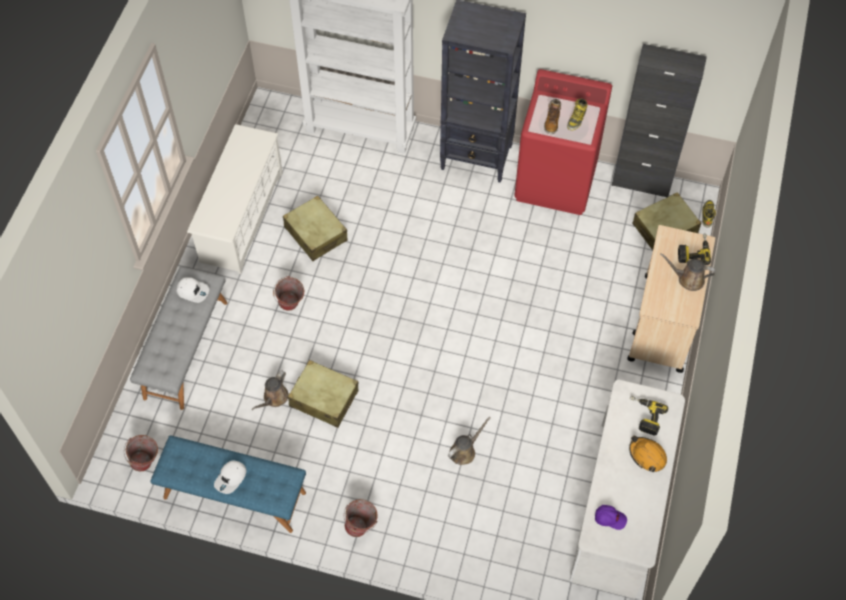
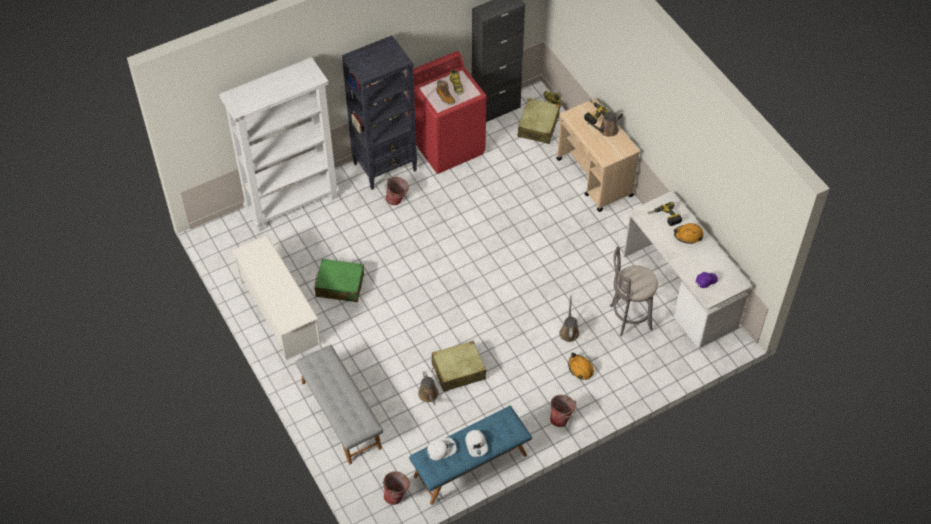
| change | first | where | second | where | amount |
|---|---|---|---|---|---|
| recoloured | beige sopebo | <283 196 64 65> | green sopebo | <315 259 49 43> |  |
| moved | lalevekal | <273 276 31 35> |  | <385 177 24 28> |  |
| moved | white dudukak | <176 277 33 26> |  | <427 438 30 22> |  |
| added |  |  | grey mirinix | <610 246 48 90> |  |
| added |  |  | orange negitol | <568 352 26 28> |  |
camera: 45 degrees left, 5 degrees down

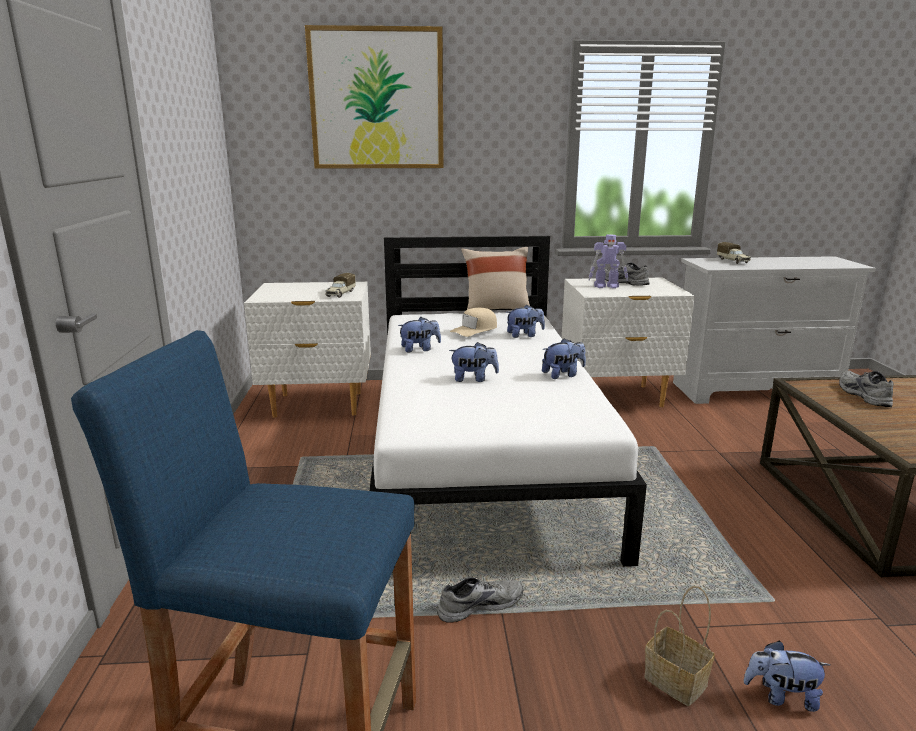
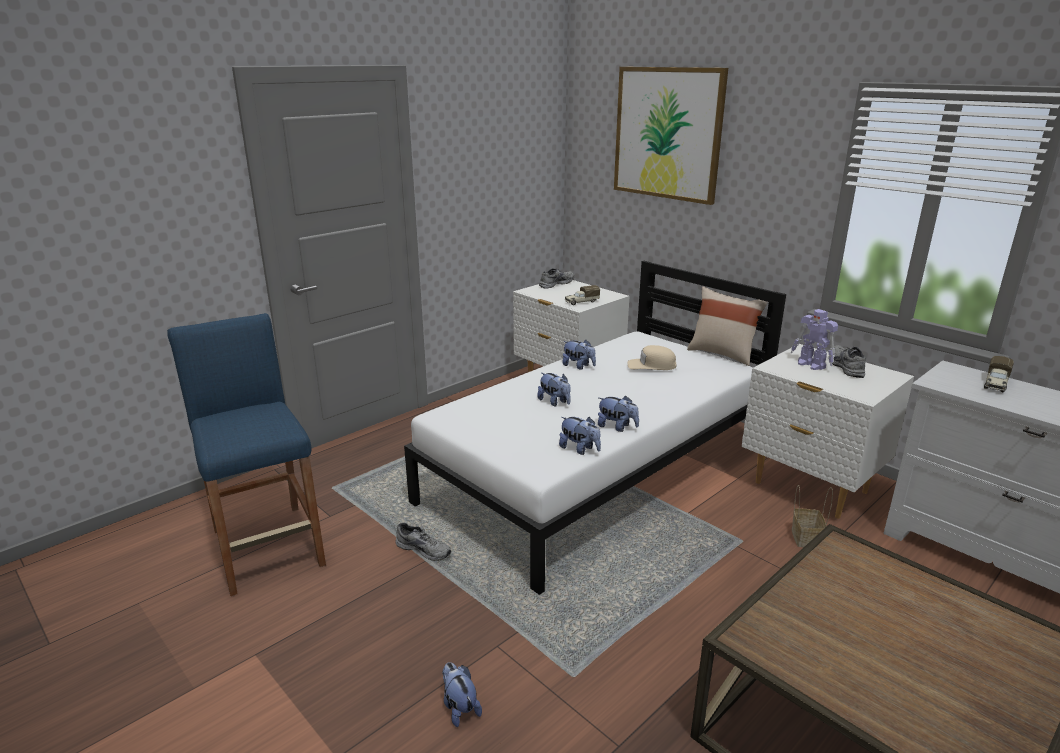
| change | first | where | second | where | amount |
|---|---|---|---|---|---|
| moved | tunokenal | <506 305 39 33> |  | <559 417 42 38> |  |
| moved | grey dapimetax | <839 370 55 37> |  | <539 268 35 21> |  |
| moved | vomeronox | <644 586 71 120> |  | <792 485 41 62> |  |
camera: 50 degrees right, 5 degrees up

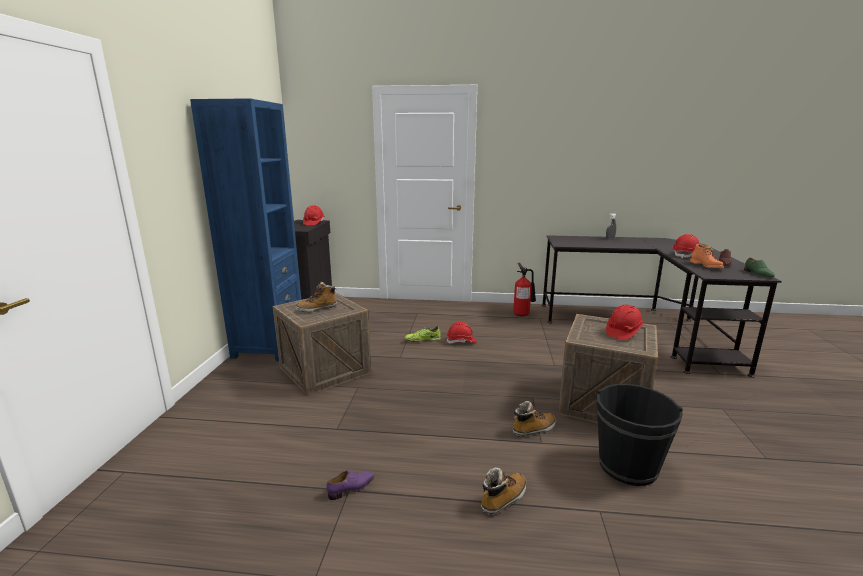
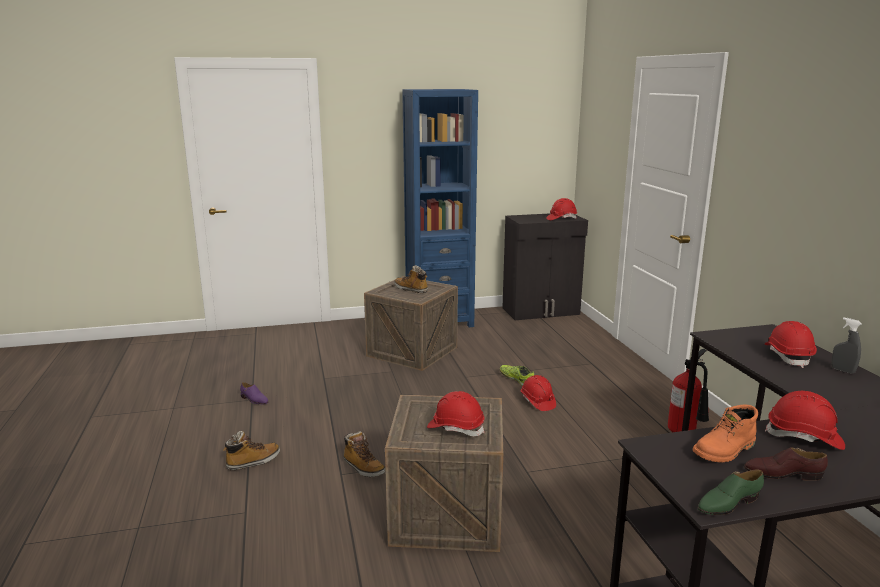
| change | first | where | second | where | amount |
|---|---|---|---|---|---|
| removed | black lalevekal | <597 384 86 102> |  |  |  |
| turned | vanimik | <481 467 45 48> |  | <223 431 57 39> | 60 degrees counterclockwise |
| added |  |  | red negitol | <765 321 52 47> |  |
camera: 70 degrees right, 0 degrees up

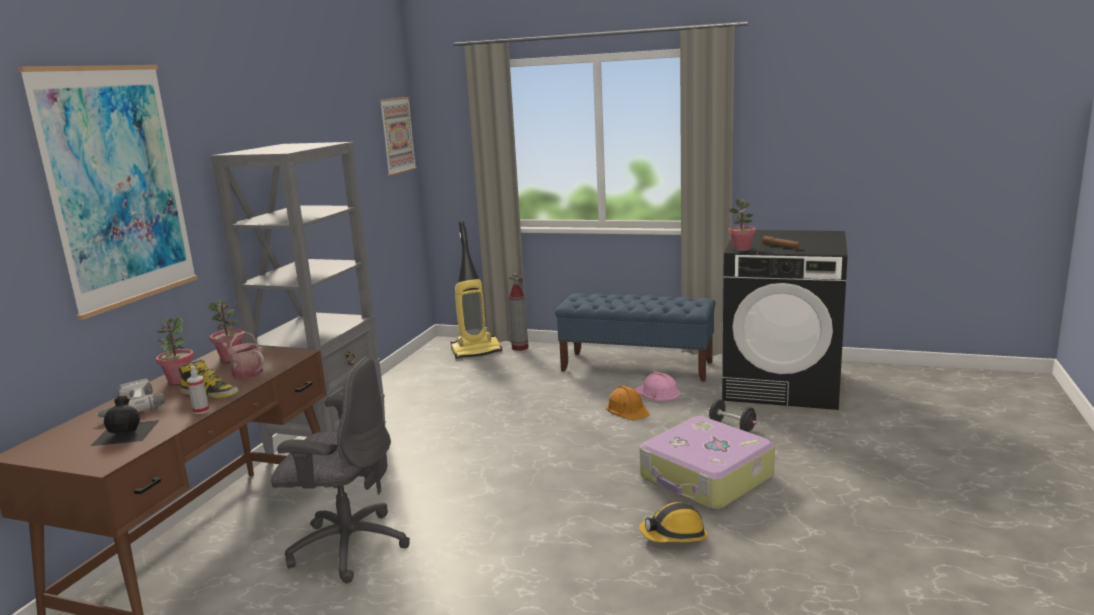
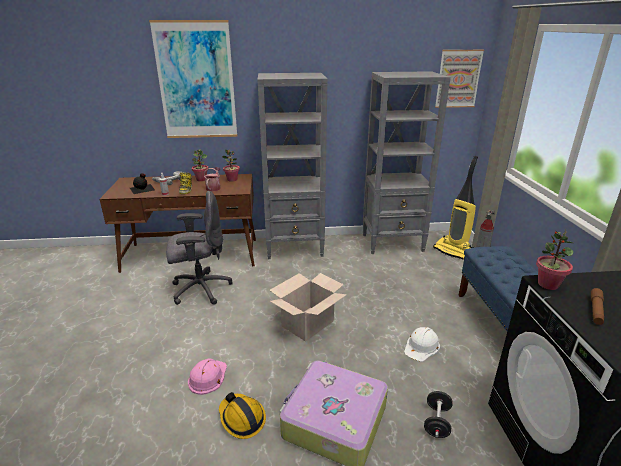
| change | first | where | second | where | amount |
|---|---|---|---|---|---|
| turned | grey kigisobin | <271 357 139 226> |  | <166 191 67 114> | 90 degrees counterclockwise |
| moved | pink negitol | <634 372 46 29> |  | <188 358 39 37> |  |
| recoloured | orange negitol | <606 386 44 34> | white negitol | <404 327 36 35> |  |
| added |  |  | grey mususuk | <363 71 88 183> |  |
| added |  |  | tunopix | <270 273 77 69> |  |
camera: 65 degrees right, 10 degrees up

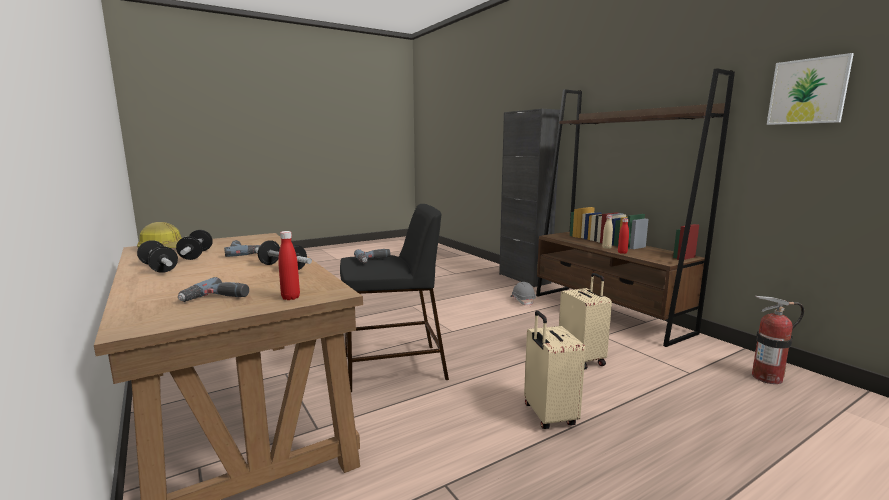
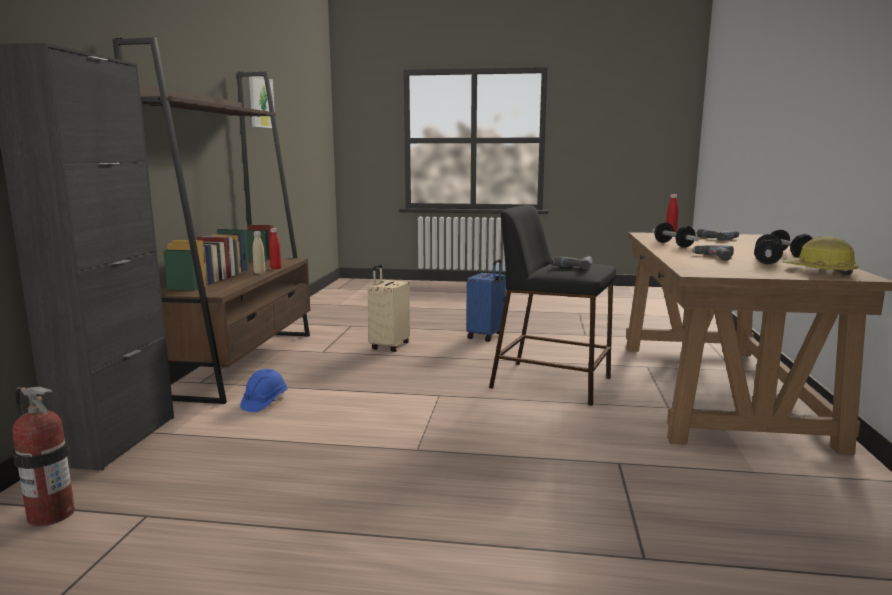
| change | first | where | second | where | amount |
|---|---|---|---|---|---|
| recoloured | grey negitol | <510 282 26 24> | blue negitol | <240 369 47 43> |  |
| moved | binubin | <752 296 52 88> |  | <12 387 63 140> |  |
| recoloured | beige sopebo | <524 311 62 118> | blue sopebo | <467 259 39 83> |  |
camera: 140 degrees left, 0 degrees up

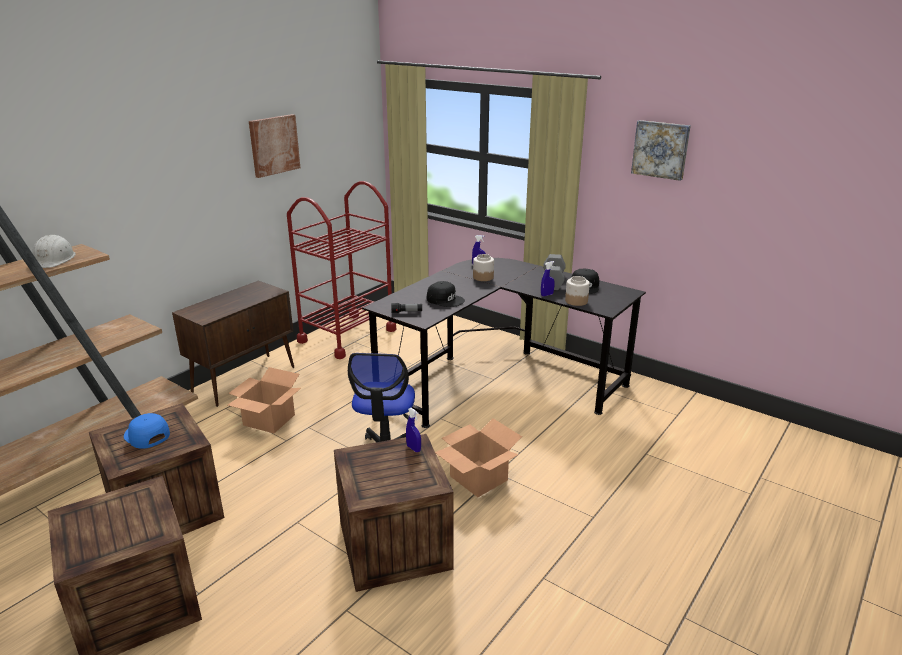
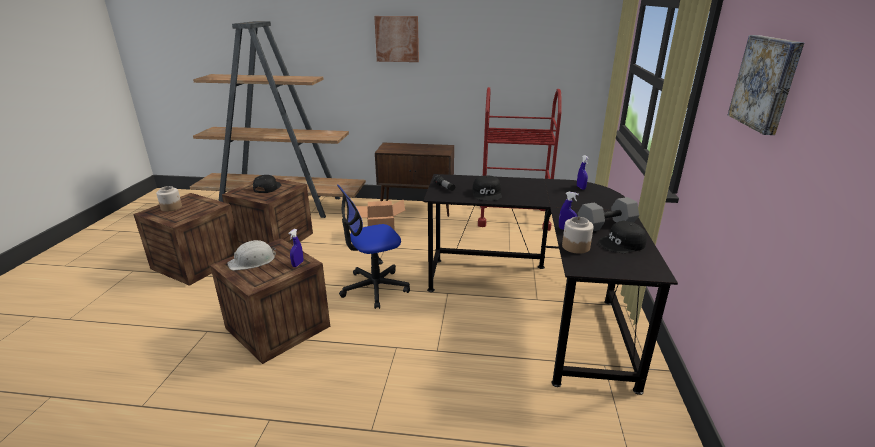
| change | first | where | second | where | amount |
|---|---|---|---|---|---|
| moved | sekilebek | <249 114 51 64> |  | <374 16 45 46> |  |
| moved | white negitol | <32 235 44 33> |  | <227 240 49 31> |  |
| moved | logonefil | <473 254 21 27> |  | <156 186 26 26> |  |
| recoloured | blue dudukak | <124 413 46 35> | black dudukak | <253 175 28 18> |  |
| removed | tunopix | <435 418 87 79> |  |  |  |
camera: 60 degrees right, 0 degrees up

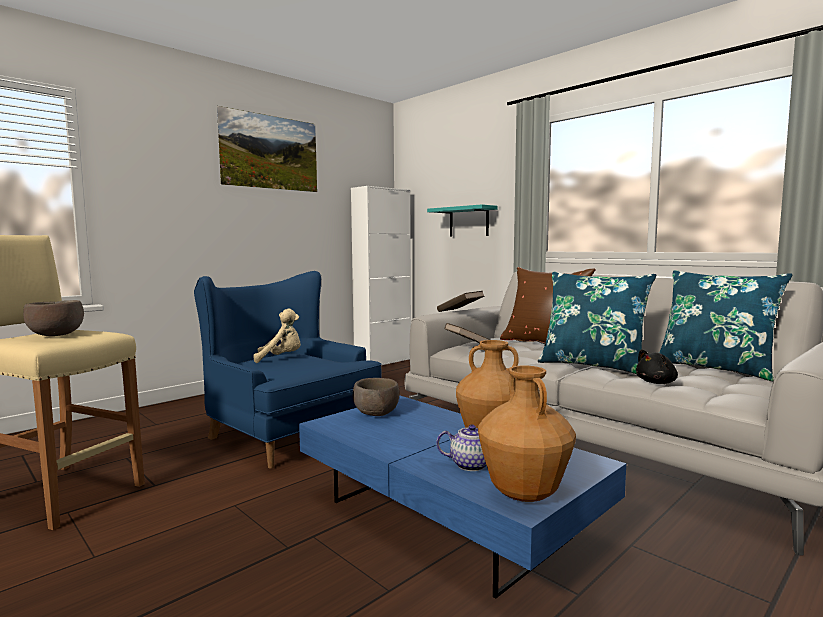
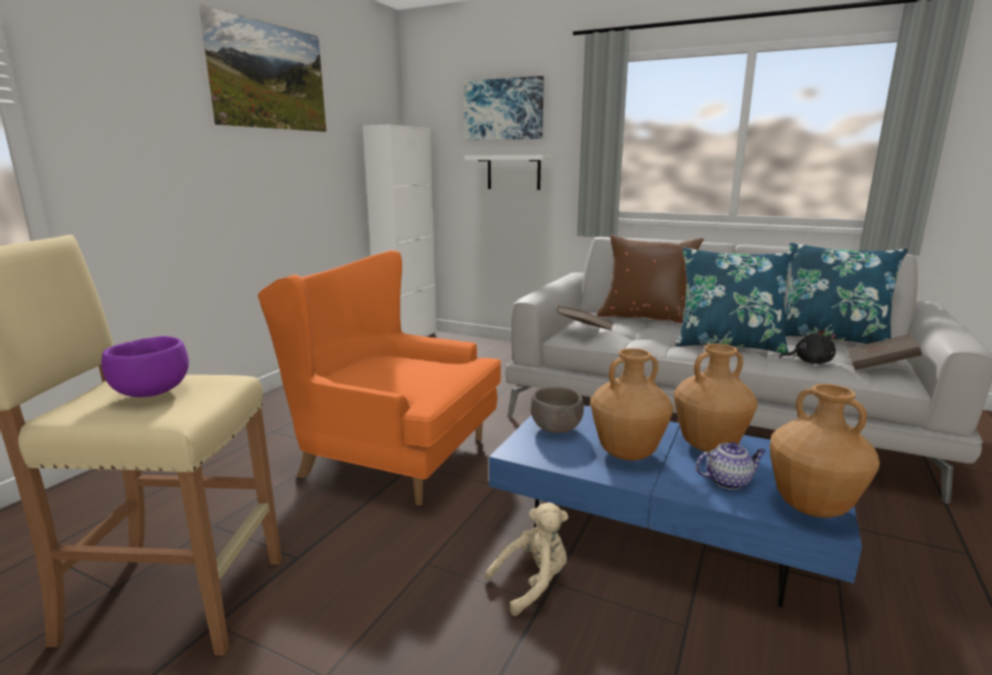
| change | first | where | second | where | amount |
|---|---|---|---|---|---|
| recoloured | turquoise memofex | <427 204 71 33> | white memofex | <465 155 88 35> |  |
| recoloured | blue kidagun | <194 271 188 198> | orange kidagun | <258 250 243 256> |  |
| moved | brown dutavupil | <437 291 48 21> |  | <847 334 75 36> |  |
| recoloured | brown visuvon | <23 300 61 36> | purple visuvon | <102 336 87 61> |  |
| moved | beige tunokenal | <253 309 48 54> |  | <485 502 83 114> |  |
| turned | black tunokenal | <636 349 42 35> |  | <779 330 57 34> | 120 degrees counterclockwise |
| added |  |  | sekilebek | <464 76 80 64> |  |
| added |  |  | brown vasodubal | <590 348 84 113> |  |
camera: 20 degrees left, 10 degrees up

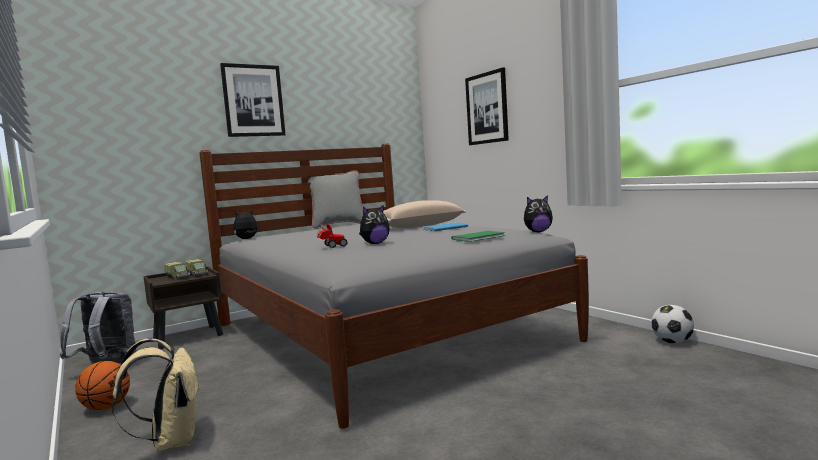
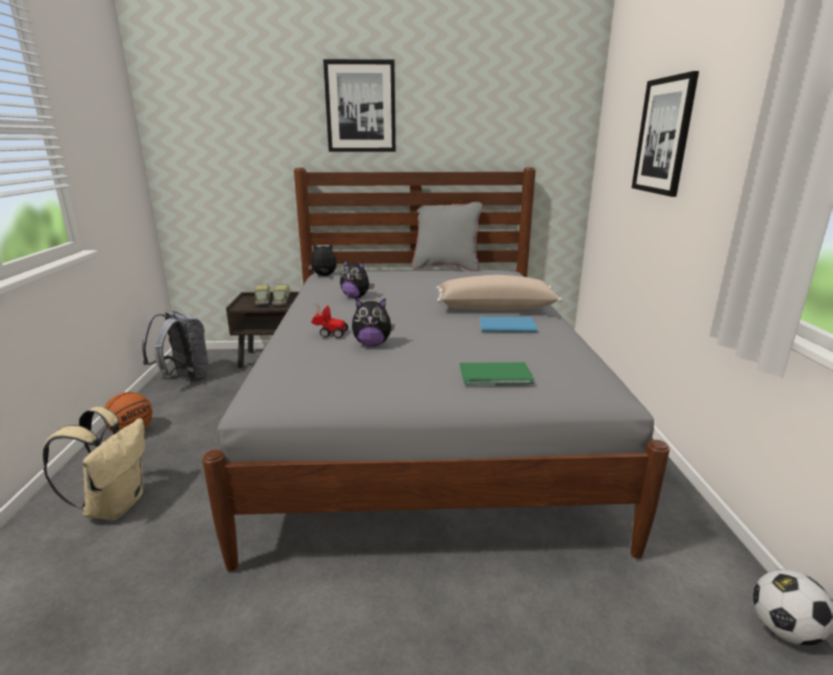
| change | first | where | second | where | amount |
|---|---|---|---|---|---|
| moved | tunokenal | <524 195 29 37> |  | <340 259 34 39> |  |
camera: 30 degrees right, 15 degrees up

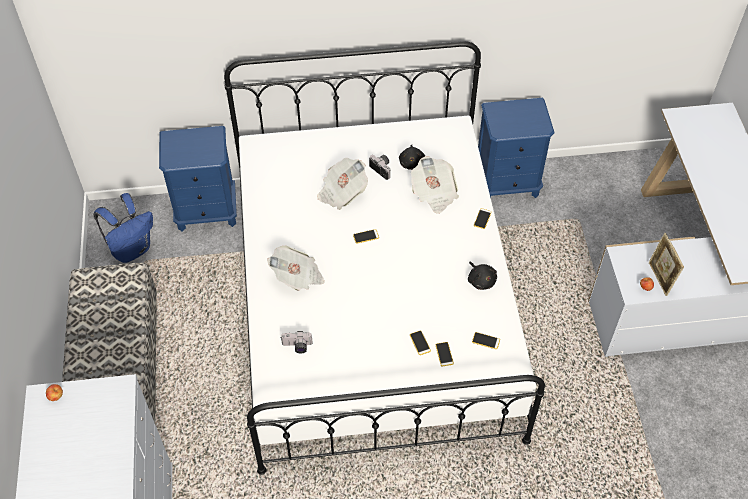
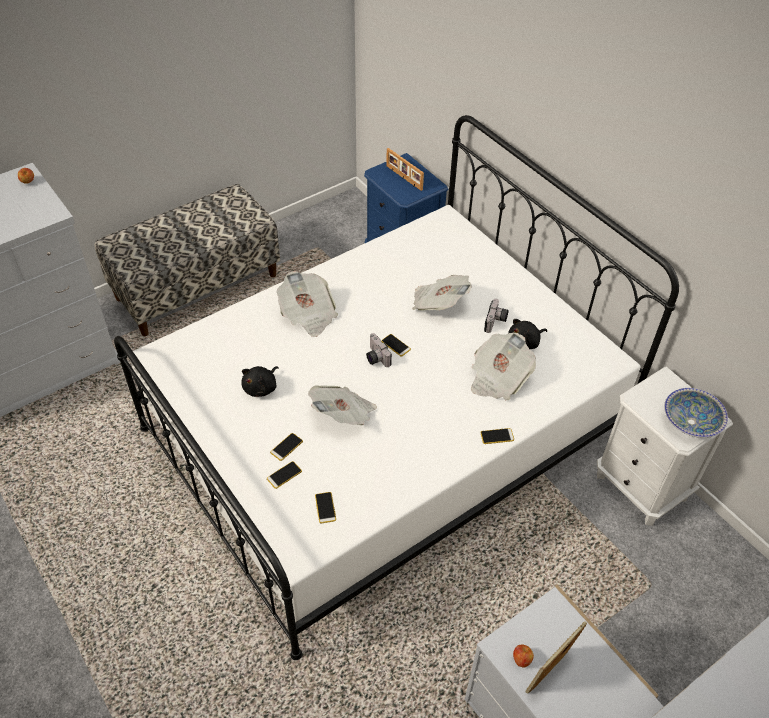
| change | first | where | second | where | amount |
|---|---|---|---|---|---|
| recoloured | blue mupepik | <478 98 77 100> | white mupepik | <597 367 136 159> |  |
| removed | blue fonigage | <93 193 60 70> |  |  |  |
| moved | black tunokenal | <468 262 29 28> |  | <241 366 38 31> |  |
| moved | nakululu | <281 331 32 22> |  | <366 333 26 34> |  |
| added |  |  | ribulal | <386 148 38 43> |  |
| added |  |  | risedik | <308 385 69 41> |  |
| added |  |  | visuvon | <664 388 64 50> |  |
camera: 60 degrees right, 5 degrees down

